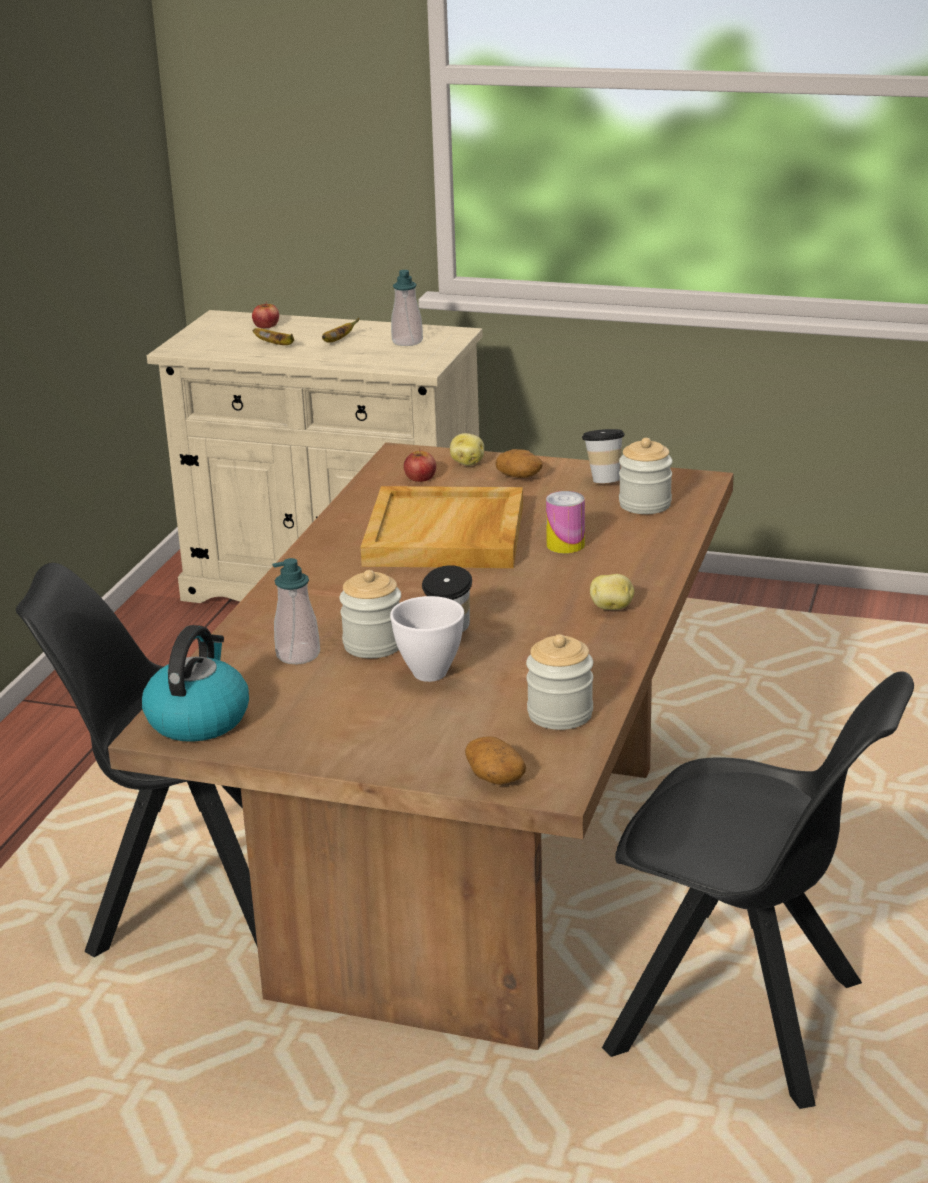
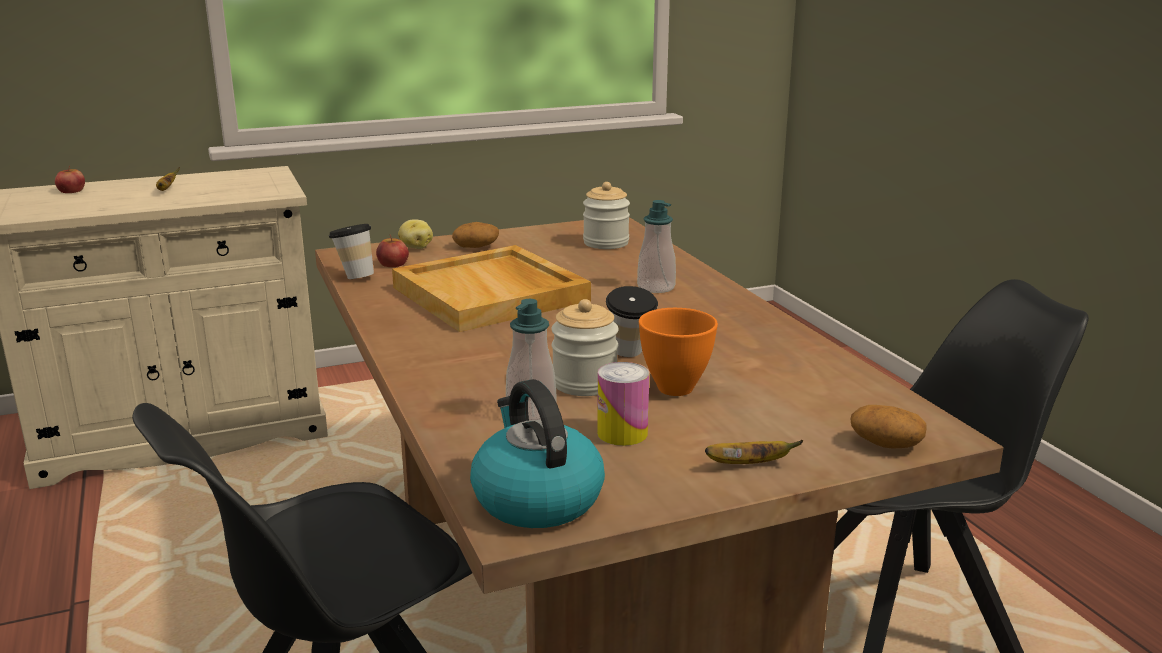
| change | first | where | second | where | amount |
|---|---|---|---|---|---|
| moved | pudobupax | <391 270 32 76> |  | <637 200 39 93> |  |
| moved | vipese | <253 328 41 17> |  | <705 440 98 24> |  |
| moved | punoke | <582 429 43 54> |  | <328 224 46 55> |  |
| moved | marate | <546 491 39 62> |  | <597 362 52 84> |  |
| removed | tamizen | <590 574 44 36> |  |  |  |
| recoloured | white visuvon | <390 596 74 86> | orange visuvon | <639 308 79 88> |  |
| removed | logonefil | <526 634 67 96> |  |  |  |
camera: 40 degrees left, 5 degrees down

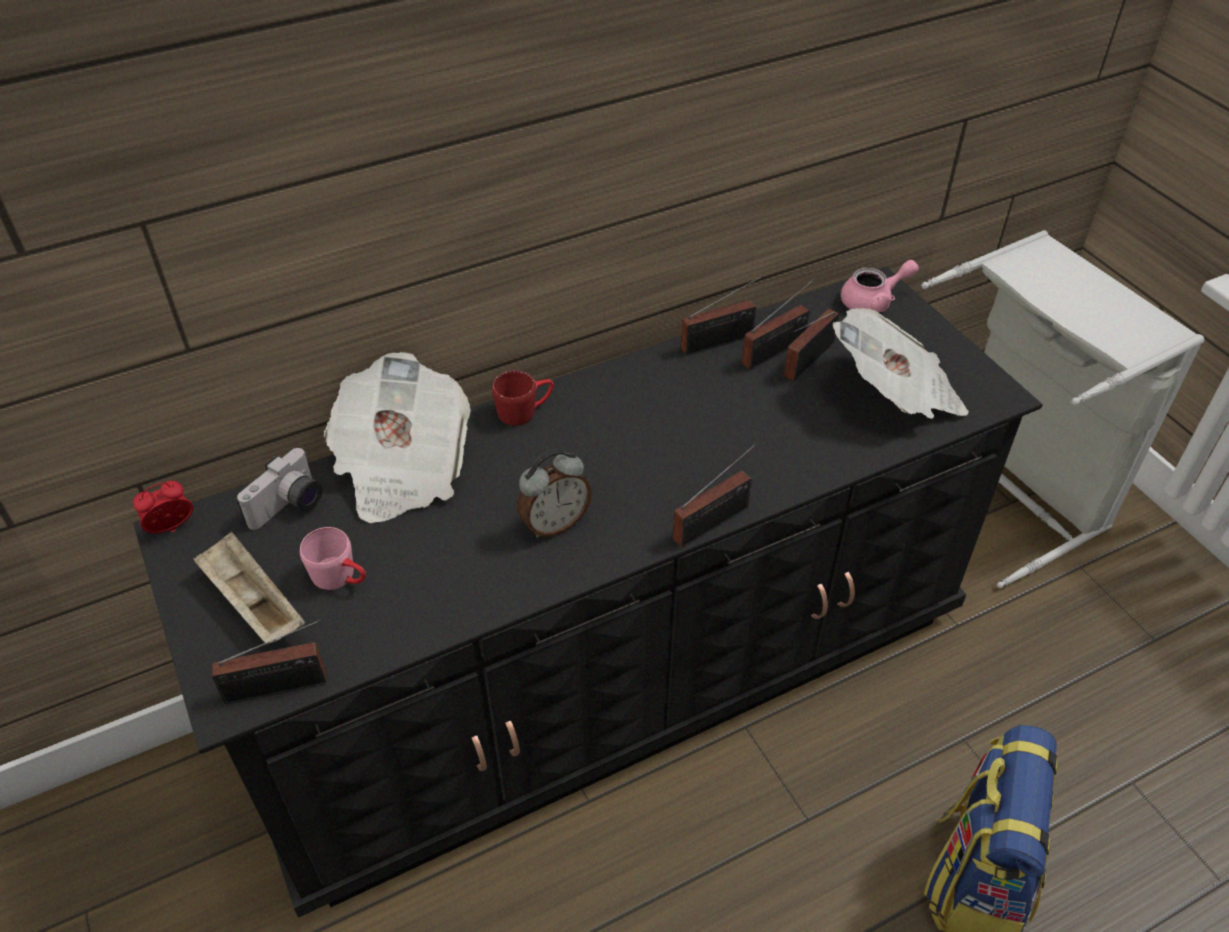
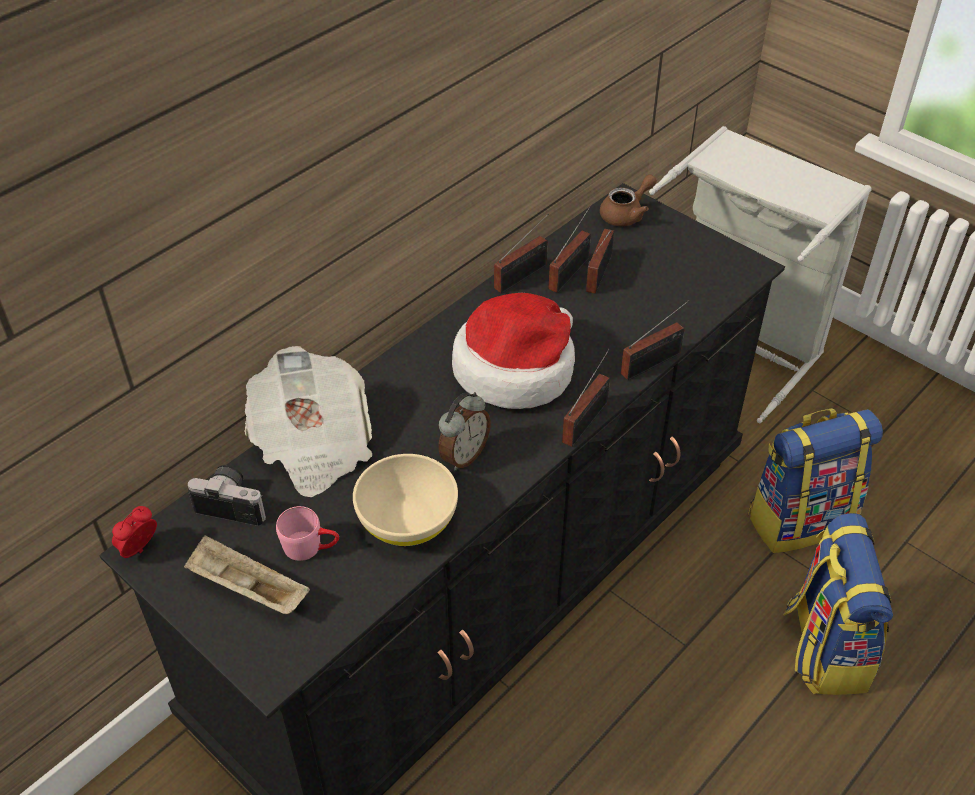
| change | first | where | second | where | amount |
|---|---|---|---|---|---|
| recoloured | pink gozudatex | <841 260 78 53> | brown gozudatex | <600 174 57 52> |  |
| removed | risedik | <833 308 136 111> |  |  |  |
| removed | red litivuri | <492 370 62 56> |  |  |  |
| turned | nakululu | <236 448 86 82> |  | <188 465 78 61> | 90 degrees counterclockwise |
| moved | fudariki | <212 619 114 85> |  | <621 300 68 80> |  |
| added |  |  | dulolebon | <452 293 123 116> |  |
| added |  |  | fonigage | <748 408 135 145> |  |
| added |  |  | beige visuvon | <353 454 105 92> |  |
camera: 20 degrees left, 0 degrees up

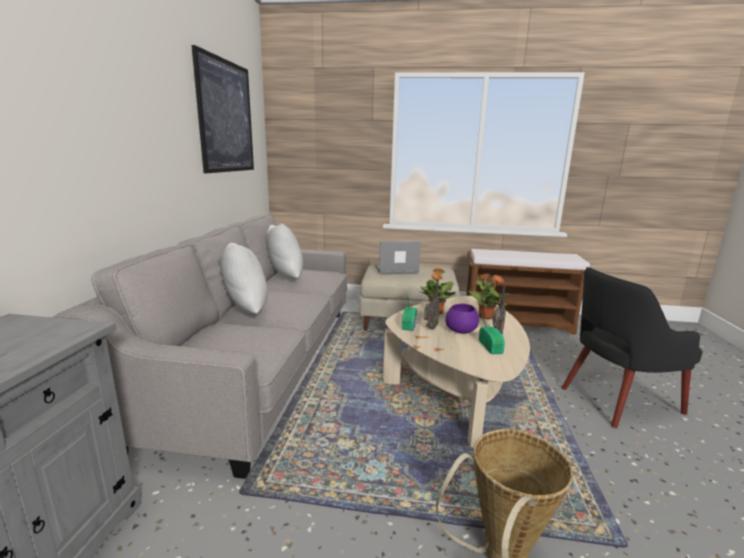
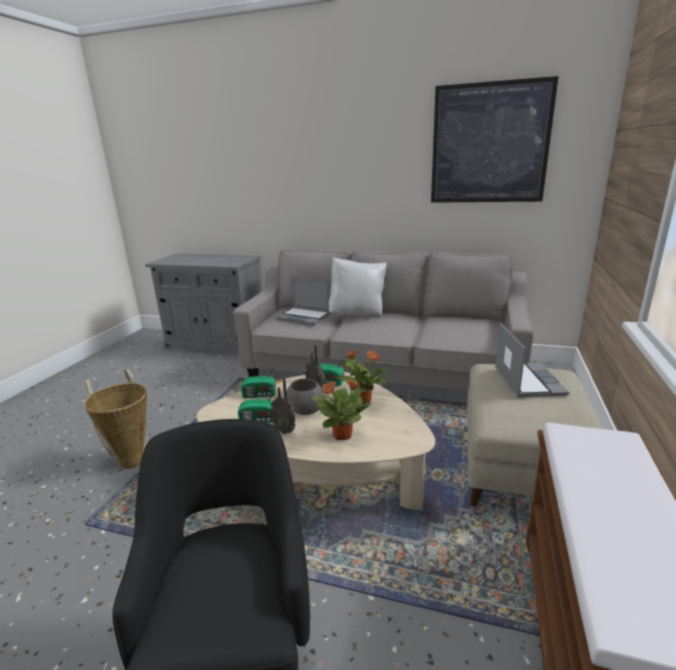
| change | first | where | second | where | amount |
|---|---|---|---|---|---|
| removed | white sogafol | <265 224 38 55> |  |  |  |
| recoloured | purple visuvon | <445 304 34 30> | grey visuvon | <287 378 37 37> |  |
| added |  |  | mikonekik | <276 277 55 48> |  |
| added |  |  | fudariki | <241 362 35 36> |  |
camera: 100 degrees right, 5 degrees up

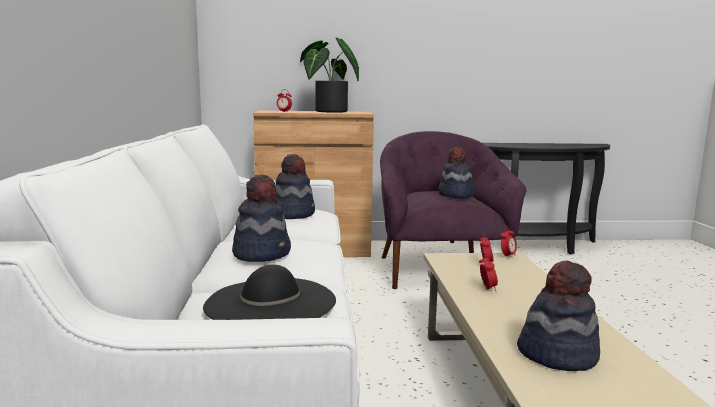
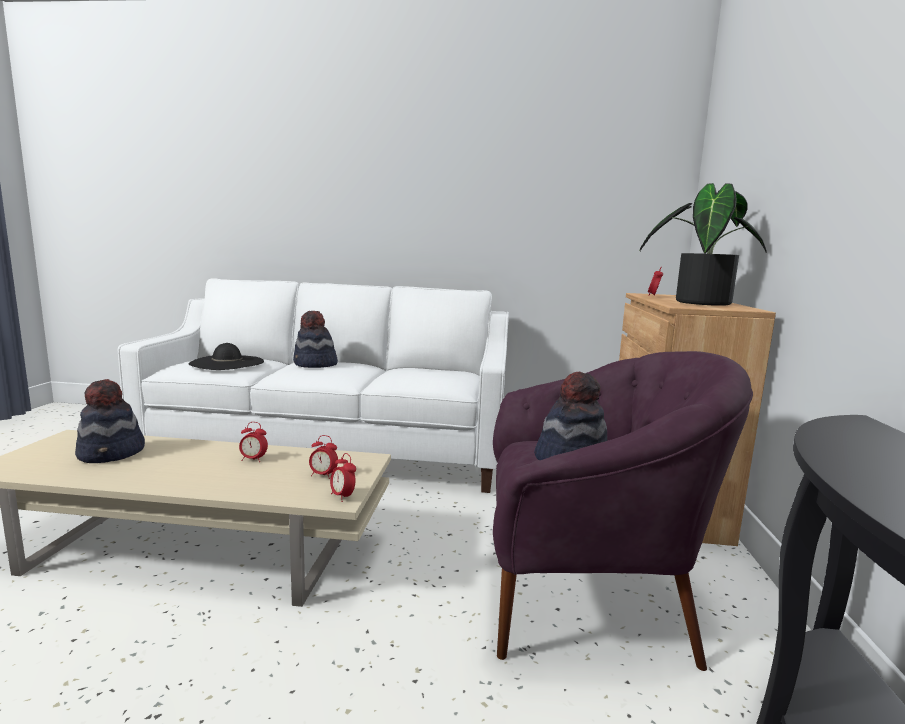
| change | first | where | second | where | amount |
|---|---|---|---|---|---|
| removed | dulolebon | <275 154 40 65> |  |  |  |
camera: 100 degrees right, 0 degrees up

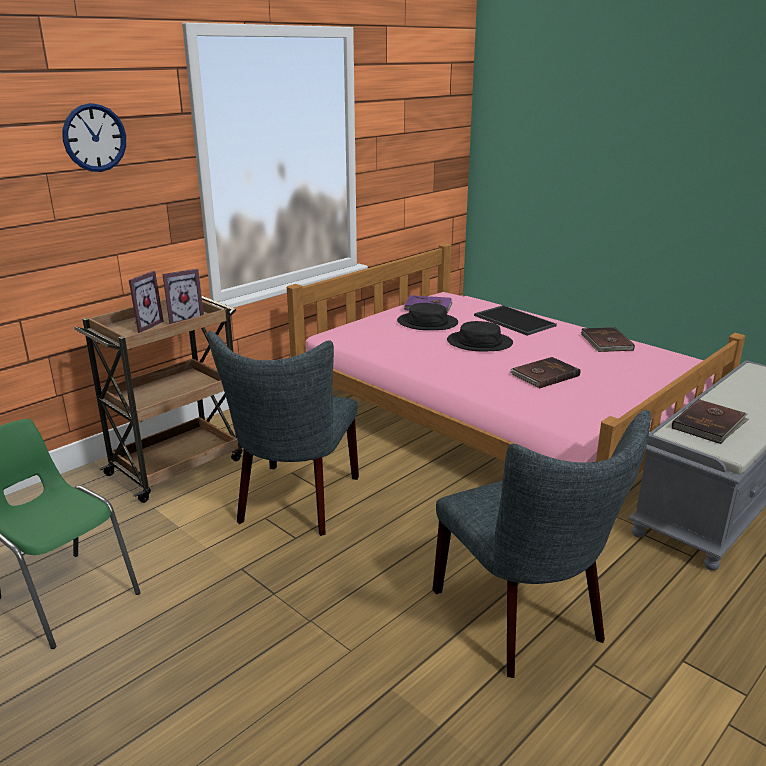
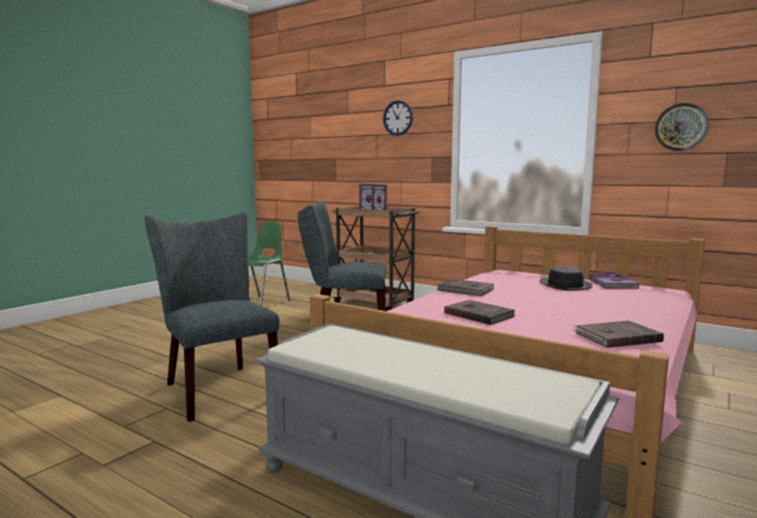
| change | first | where | second | where | amount |
|---|---|---|---|---|---|
| removed | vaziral | <474 305 83 31> |  |  |  |
| removed | black dulolebon | <447 321 66 30> |  |  |  |
| moved | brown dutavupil | <672 399 77 45> |  | <437 279 57 17> |  |
| turned | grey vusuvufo | <433 410 218 268> |  | <145 211 135 211> | 90 degrees clockwise |
| added |  |  | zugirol | <655 103 53 48> |  |
camera: 80 degrees right, 15 degrees down

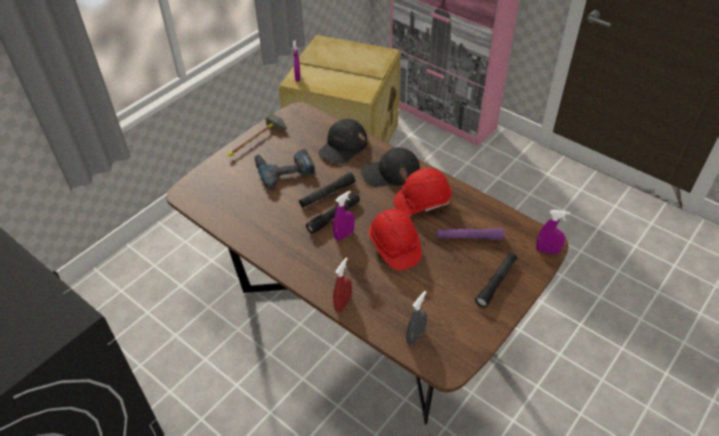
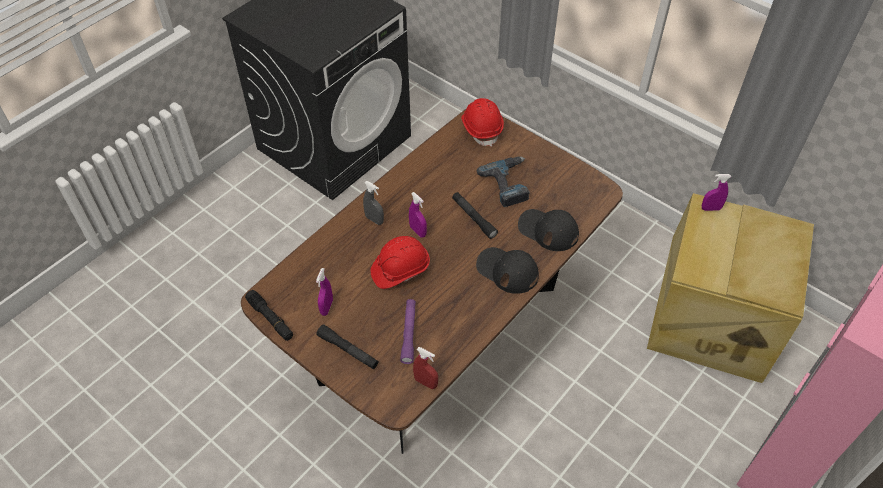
| change | first | where | second | where | amount |
|---|---|---|---|---|---|
| removed | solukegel | <227 112 60 45> |  |  |  |
| turned | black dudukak | <361 147 59 40> |  | <476 247 63 47> | 45 degrees counterclockwise |
| moved | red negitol | <394 168 58 48> |  | <461 98 43 49> |  |
| moved | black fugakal | <306 193 54 41> |  | <245 290 48 51> |  |
| moved | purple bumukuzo | <536 210 34 44> |  | <316 268 17 48> |  |
| moved | red bumukuzo | <333 257 19 55> |  | <413 347 25 42> |  |
| moved | grey bumukuzo | <406 291 21 54> |  | <363 181 21 44> |  |
camera: 90 degrees right, 5 degrees up

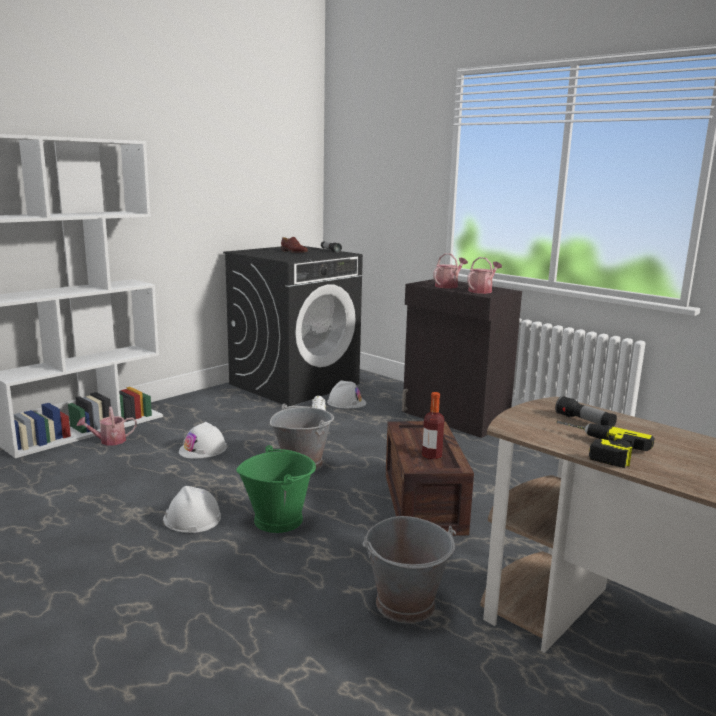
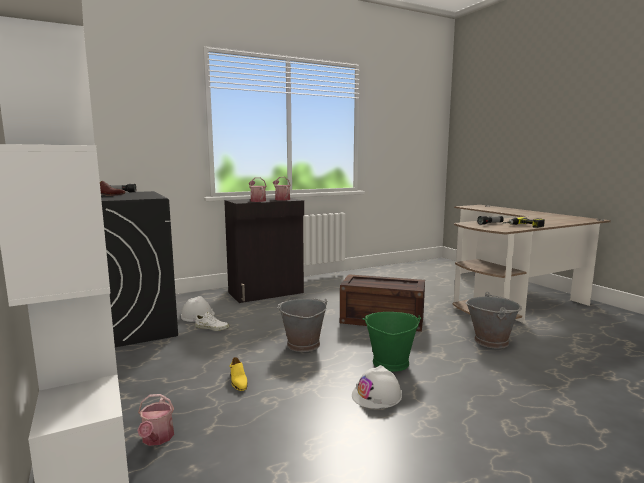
| change | first | where | second | where | amount |
|---|---|---|---|---|---|
| removed | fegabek | <422 392 22 67> |  |  |  |
| replaced | white negitol | <179 422 48 37> | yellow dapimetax | <229 357 19 34> |  |
camera: 70 degrees left, 5 degrees down

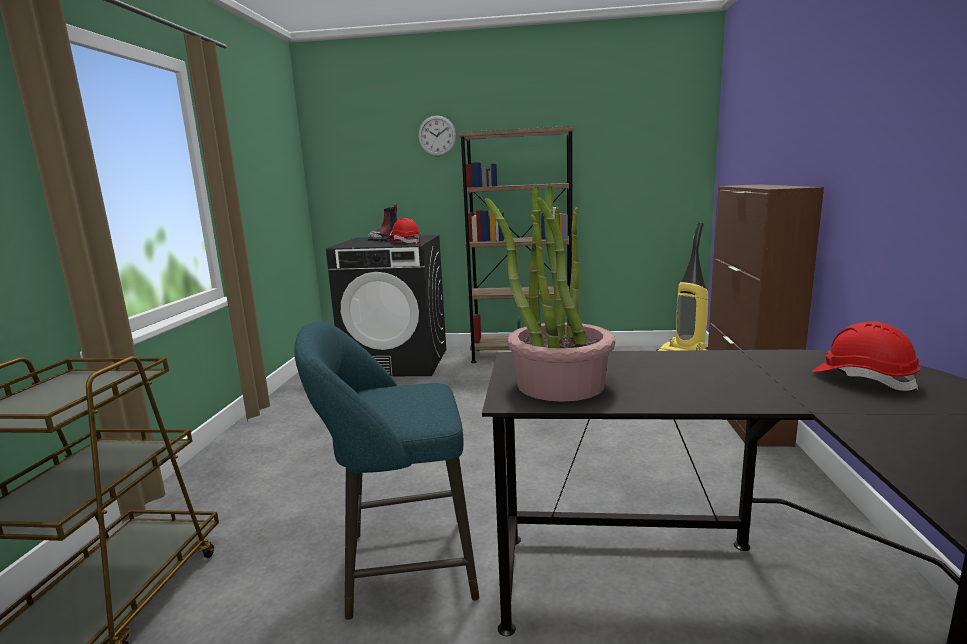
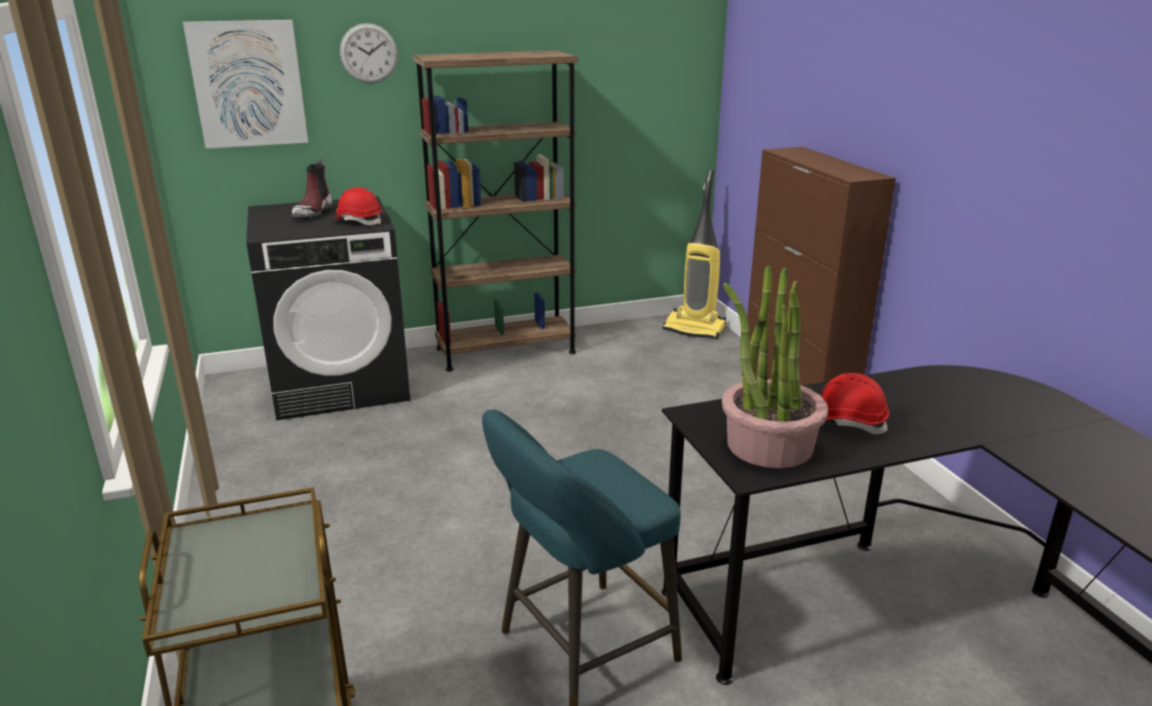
| change | first | where | second | where | amount |
|---|---|---|---|---|---|
| moved | red negitol | <812 321 108 70> |  | <821 373 69 61> |  |
| added |  |  | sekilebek | <183 20 125 129> |  |
camera: 25 degrees left, 10 degrees up

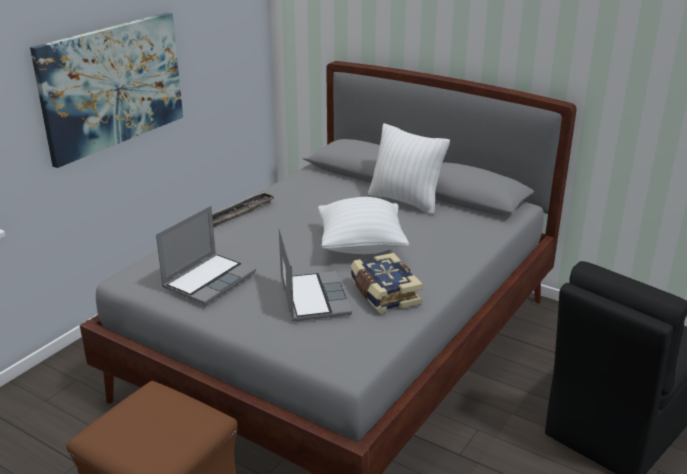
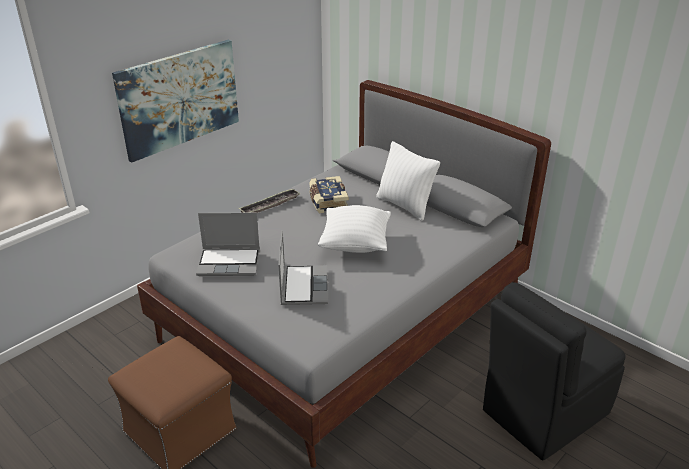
| change | first | where | second | where | amount |
|---|---|---|---|---|---|
| turned | mikonekik | <156 206 100 99> |  | <196 213 64 63> | 45 degrees clockwise |
| moved | dutavupil | <351 253 72 61> |  | <309 176 40 37> |  |
camera: 10 degrees right, 5 degrees up

